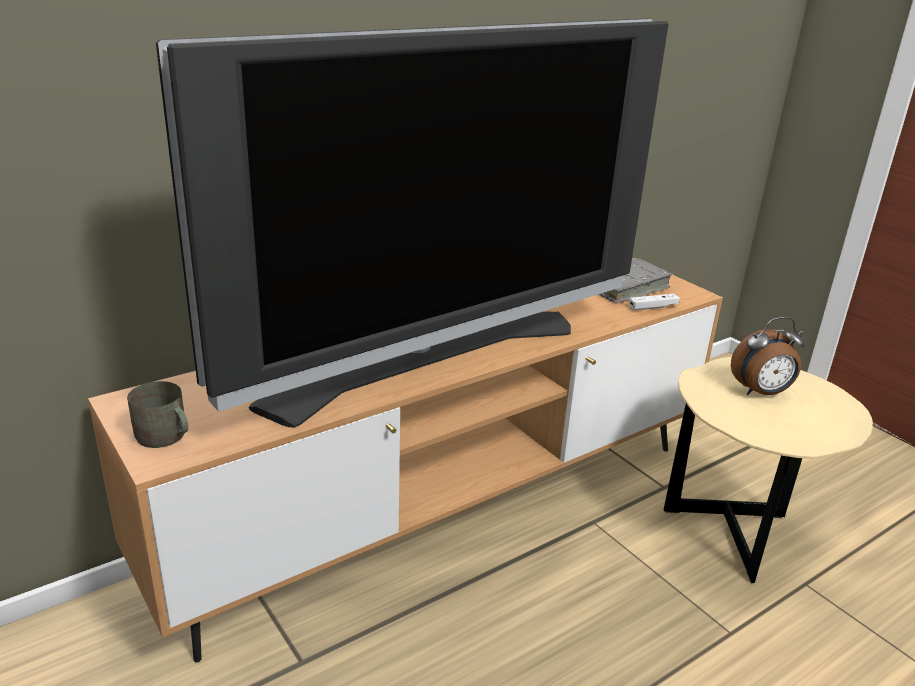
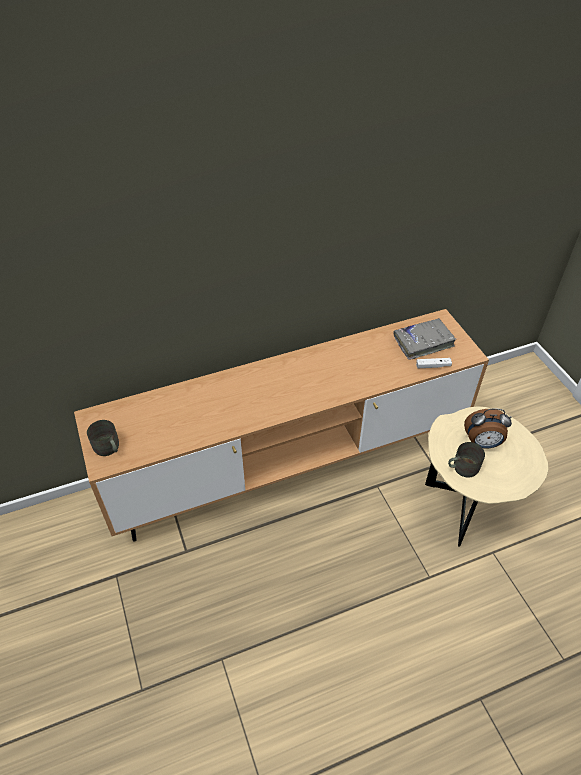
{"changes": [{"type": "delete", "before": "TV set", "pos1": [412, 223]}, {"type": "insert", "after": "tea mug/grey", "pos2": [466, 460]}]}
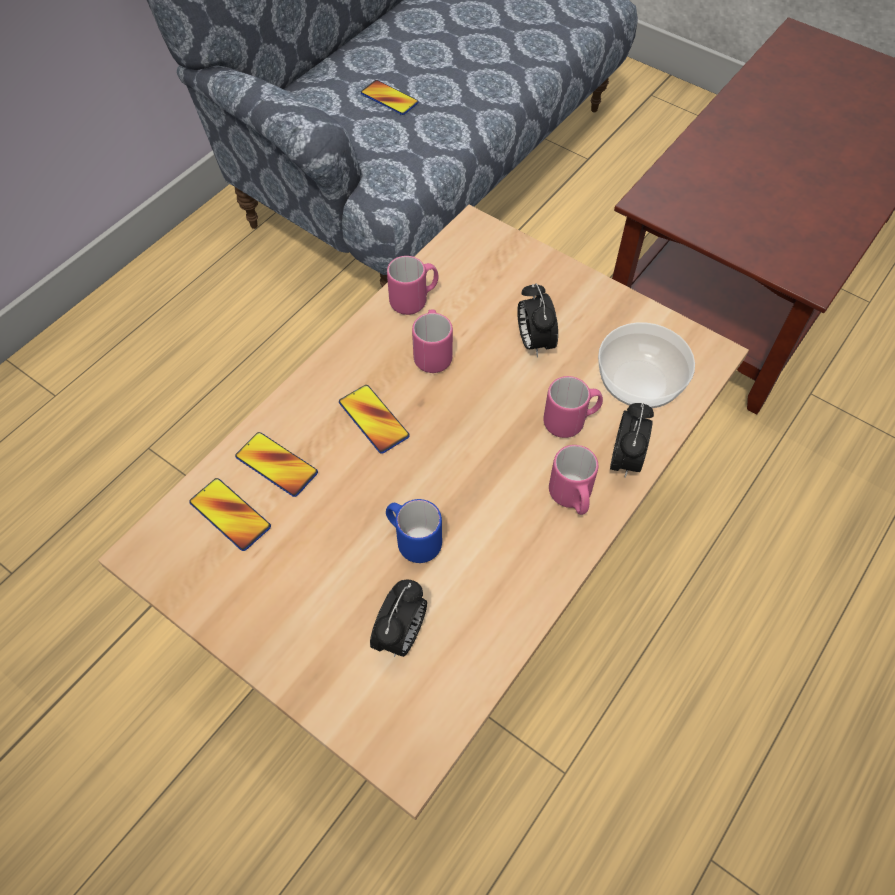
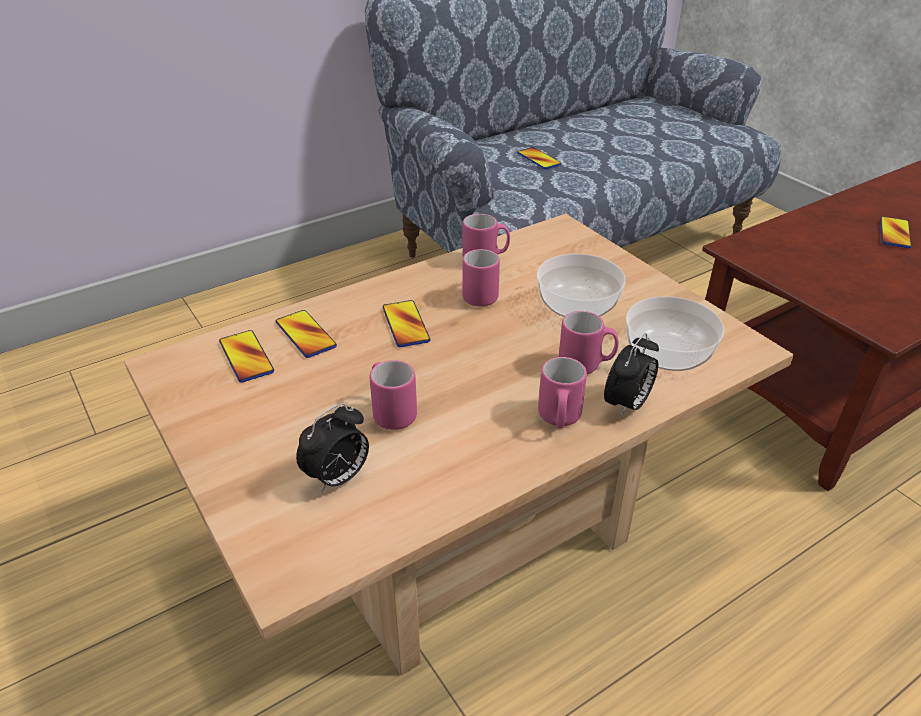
{"changes": [{"type": "recolor", "before": "tea mug/blue", "after": "tea mug/pink", "pos1": [414, 531], "pos2": [393, 395]}, {"type": "replace", "before": "alarm clock", "after": "serving bowl", "pos1": [537, 320], "pos2": [581, 285]}, {"type": "insert", "after": "handset", "pos2": [896, 232]}]}
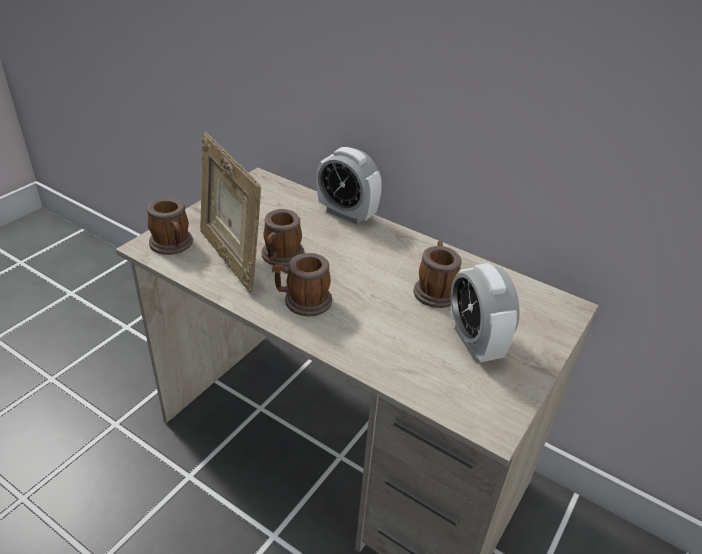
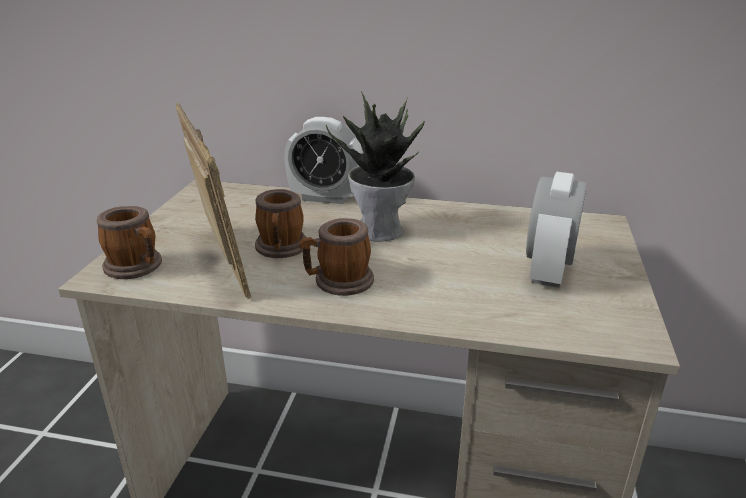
{"changes": [{"type": "rotate", "before": "photo frame", "pos1": [230, 212], "pos2": [213, 201], "turn": -150}, {"type": "delete", "before": "tea mug", "pos1": [437, 274]}, {"type": "rotate", "before": "alarm clock", "pos1": [484, 312], "pos2": [556, 230], "turn": -120}, {"type": "insert", "after": "potted plant", "pos2": [375, 166]}]}
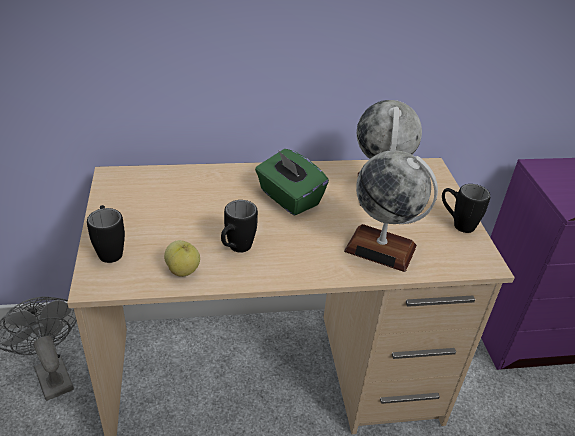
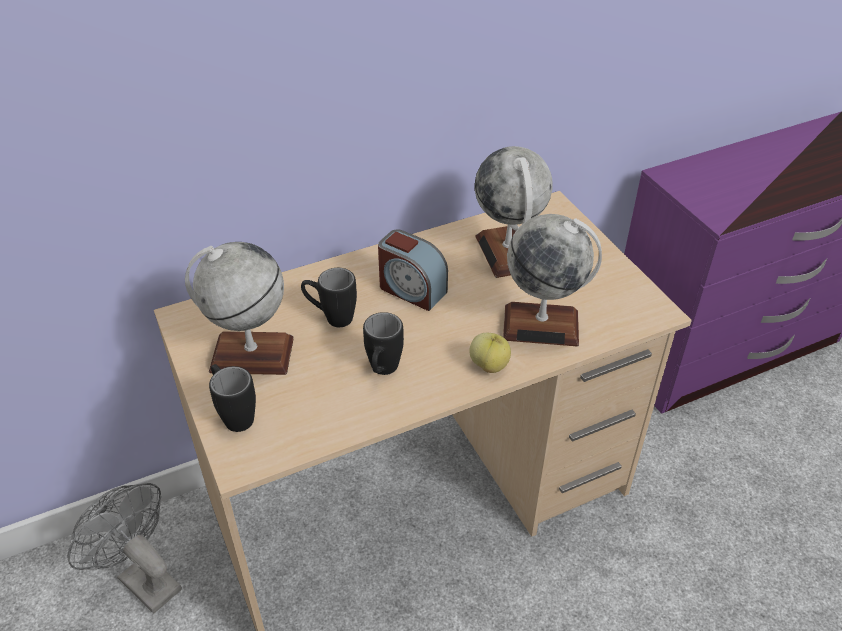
{"changes": [{"type": "move", "before": "apple", "pos1": [182, 258], "pos2": [490, 353]}, {"type": "replace", "before": "tissue box/greenish", "after": "alarm clock", "pos1": [292, 182], "pos2": [413, 270]}, {"type": "move", "before": "tea mug/black", "pos1": [466, 208], "pos2": [329, 297]}, {"type": "insert", "after": "world globe", "pos2": [239, 308]}]}
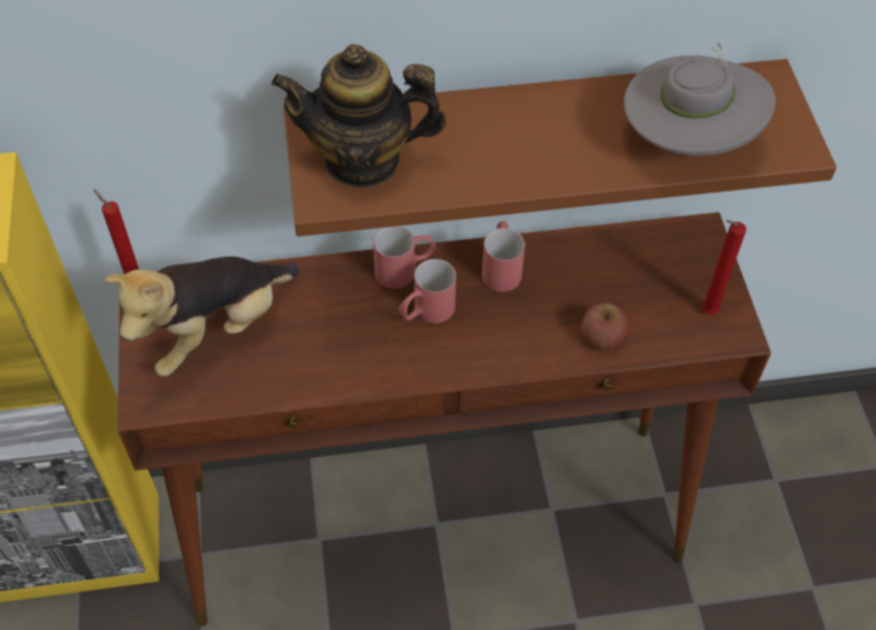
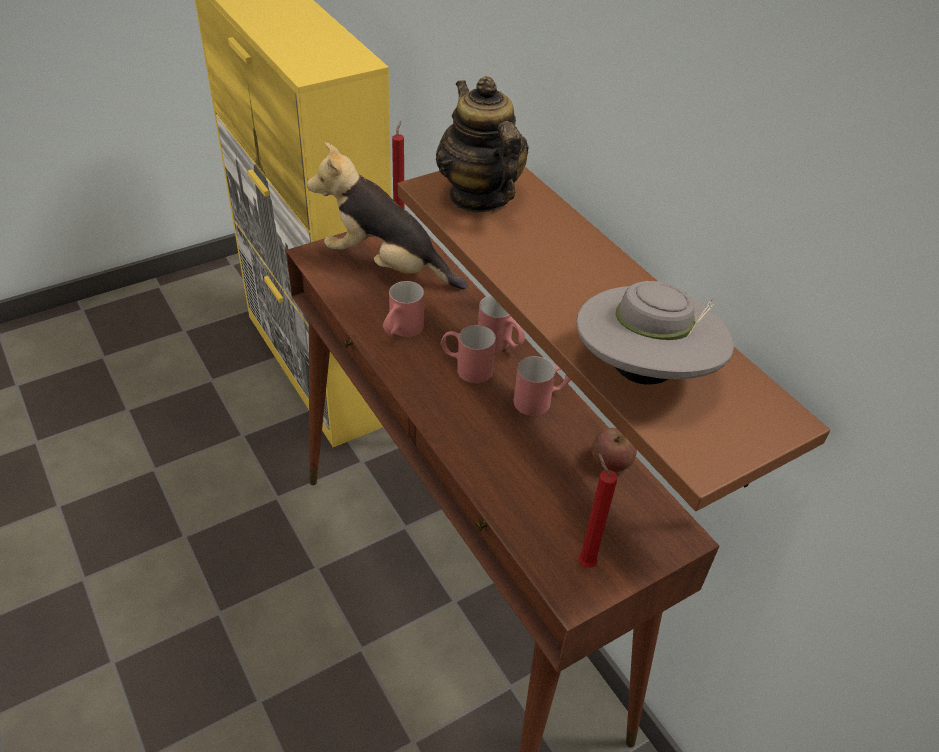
{"changes": [{"type": "move", "before": "apple", "pos1": [605, 326], "pos2": [614, 450]}, {"type": "insert", "after": "tea mug/reddish", "pos2": [403, 309]}]}
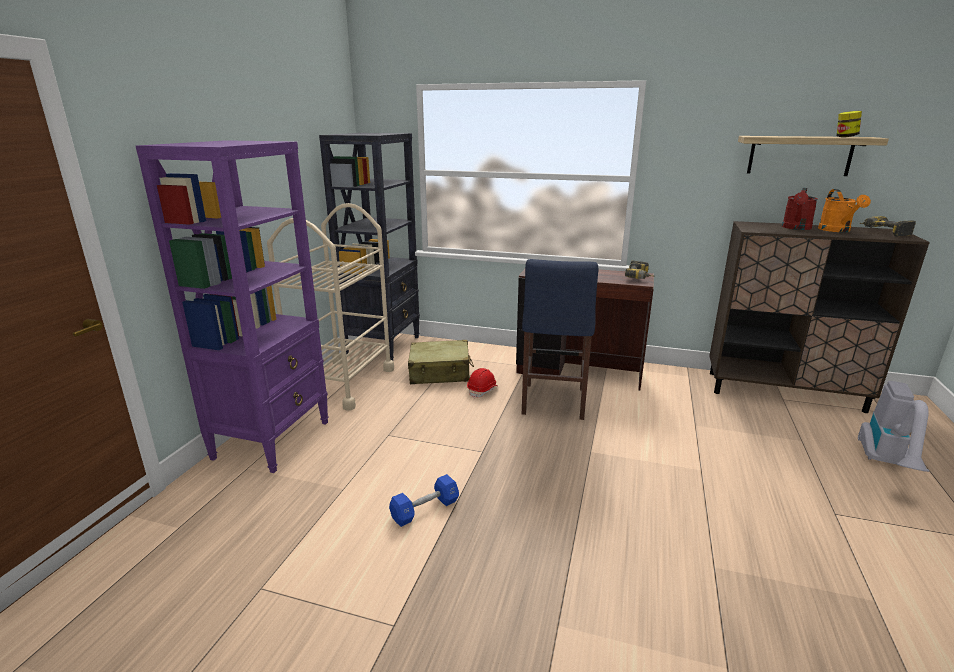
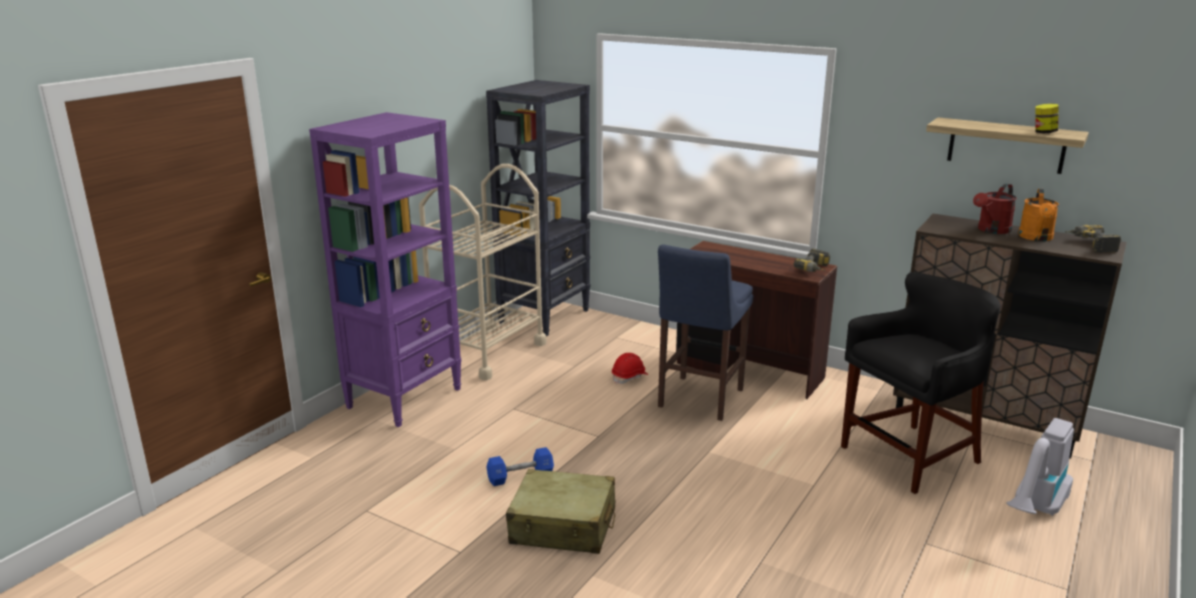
{"changes": [{"type": "move", "before": "travel case/beige-coloured", "pos1": [441, 362], "pos2": [560, 511]}, {"type": "insert", "after": "stool seat/black", "pos2": [921, 383]}]}
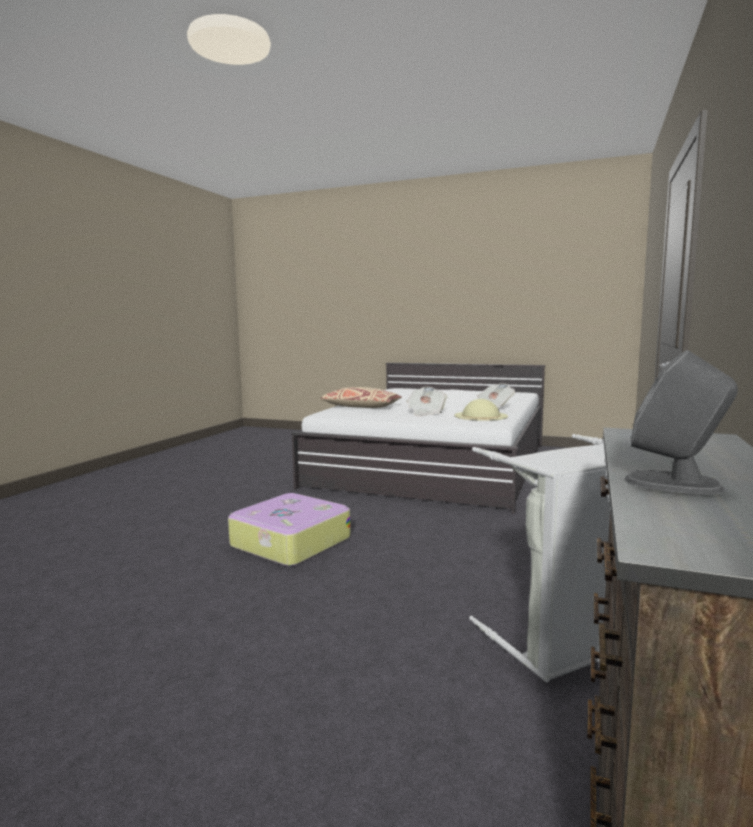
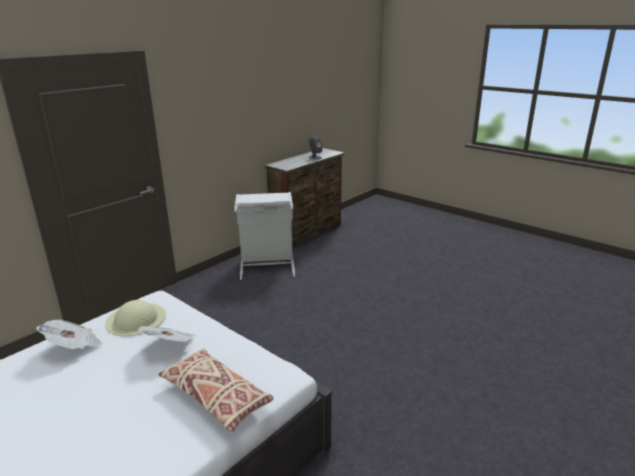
{"changes": [{"type": "delete", "before": "travel case", "pos1": [289, 530]}]}
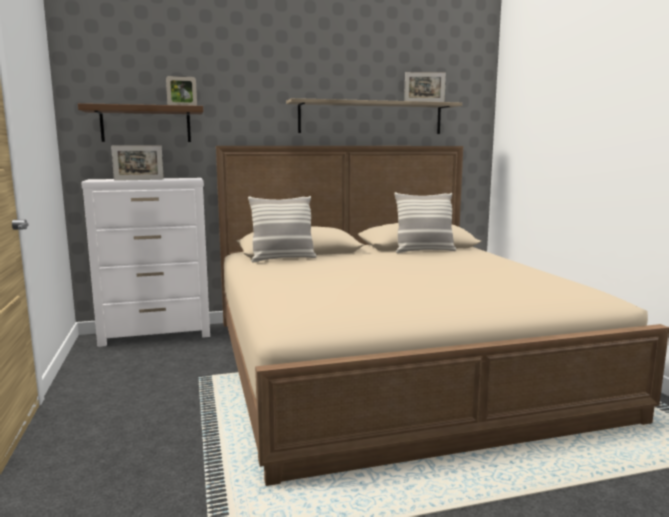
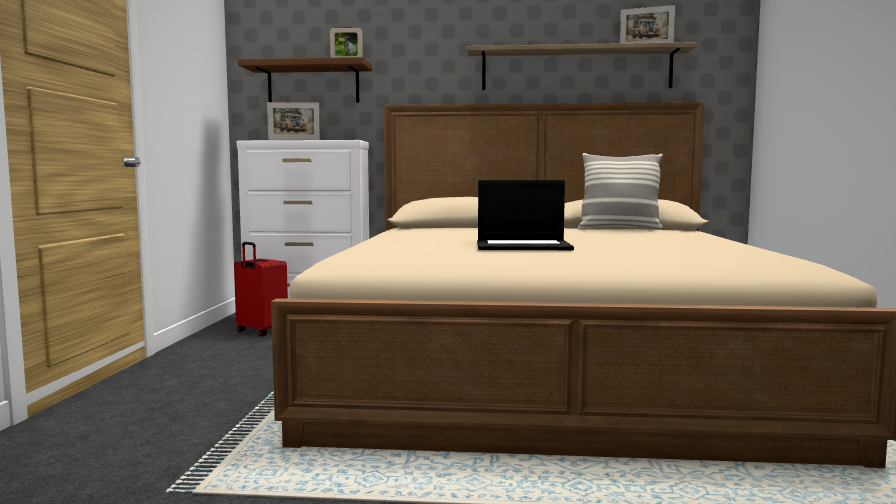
{"changes": [{"type": "delete", "before": "throw pillow", "pos1": [282, 229]}, {"type": "insert", "after": "travel case/reddish", "pos2": [261, 289]}, {"type": "insert", "after": "notebook computer", "pos2": [525, 215]}]}
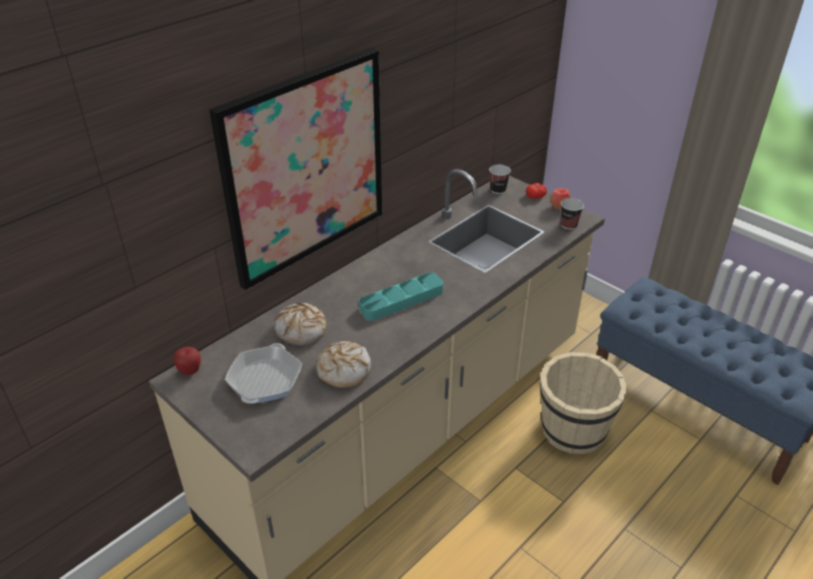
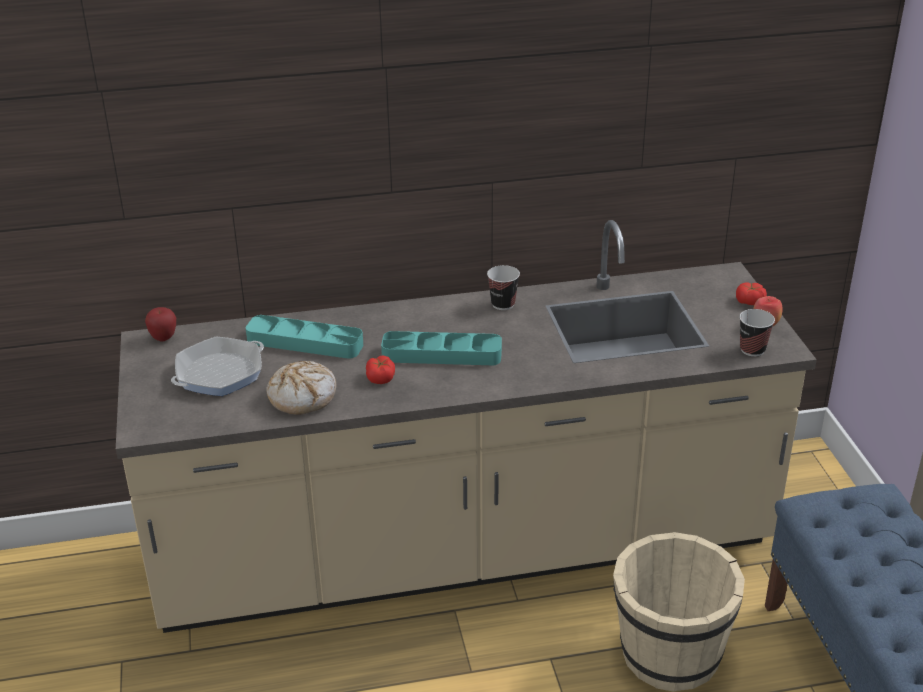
{"changes": [{"type": "delete", "before": "picture", "pos1": [296, 169]}, {"type": "replace", "before": "baked bread", "after": "tray/turquoise-coloured", "pos1": [300, 324], "pos2": [304, 337]}, {"type": "move", "before": "drinking cup", "pos1": [500, 179], "pos2": [503, 287]}, {"type": "insert", "after": "whole tomato", "pos2": [380, 369]}]}
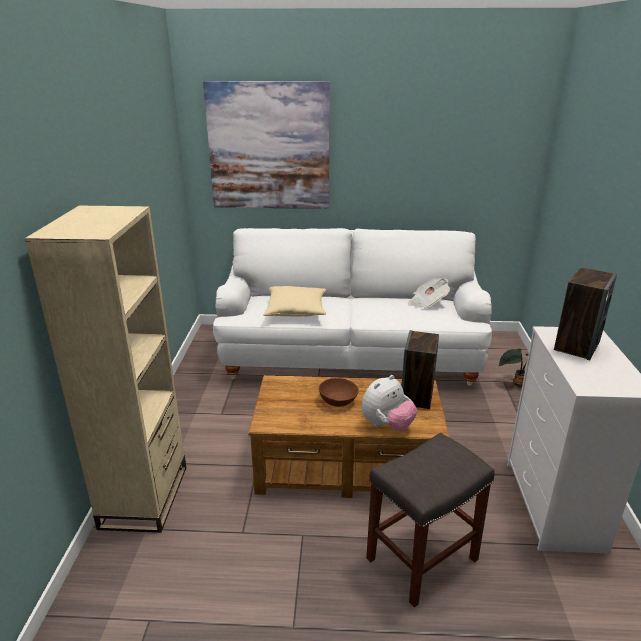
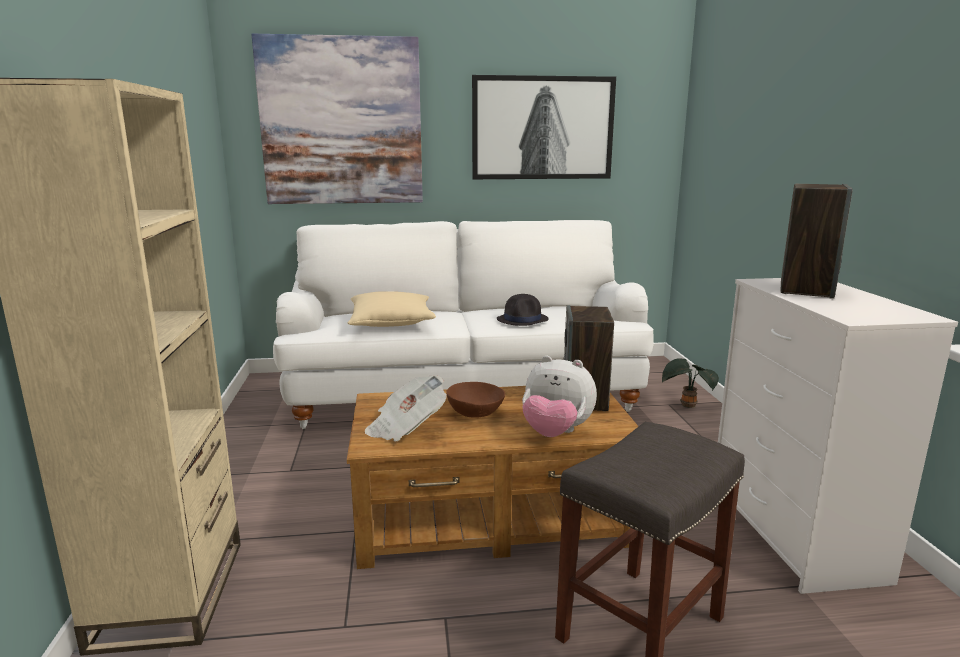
{"changes": [{"type": "rotate", "before": "plush toy", "pos1": [389, 403], "pos2": [559, 396], "turn": 75}, {"type": "move", "before": "printed paper", "pos1": [429, 293], "pos2": [406, 408]}, {"type": "insert", "after": "picture", "pos2": [544, 127]}, {"type": "insert", "after": "clothing hat/black", "pos2": [523, 310]}]}
